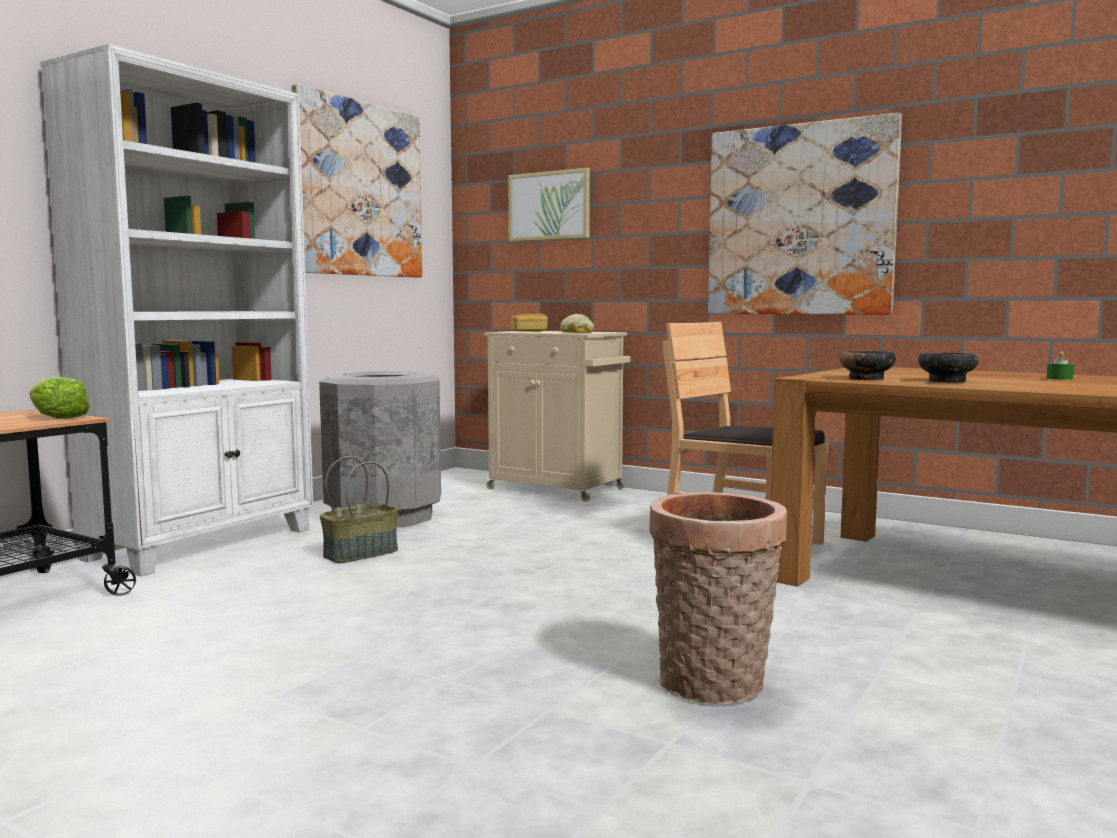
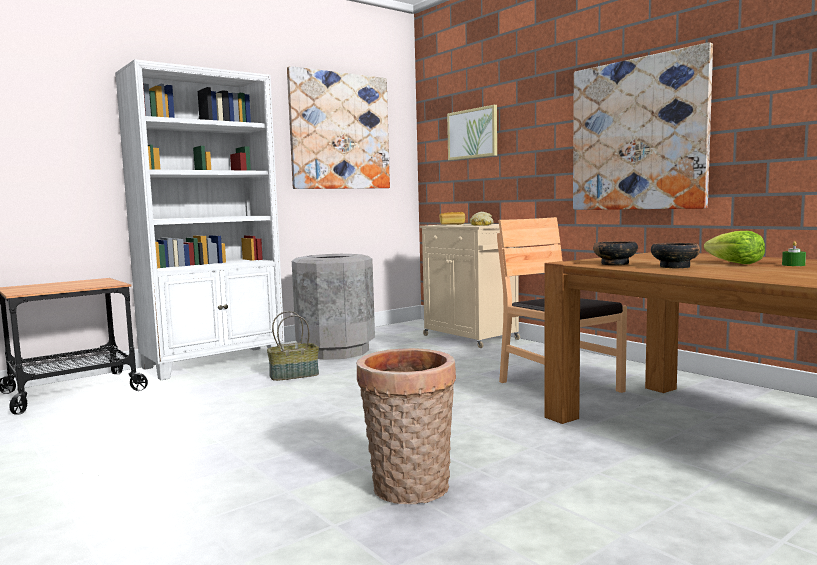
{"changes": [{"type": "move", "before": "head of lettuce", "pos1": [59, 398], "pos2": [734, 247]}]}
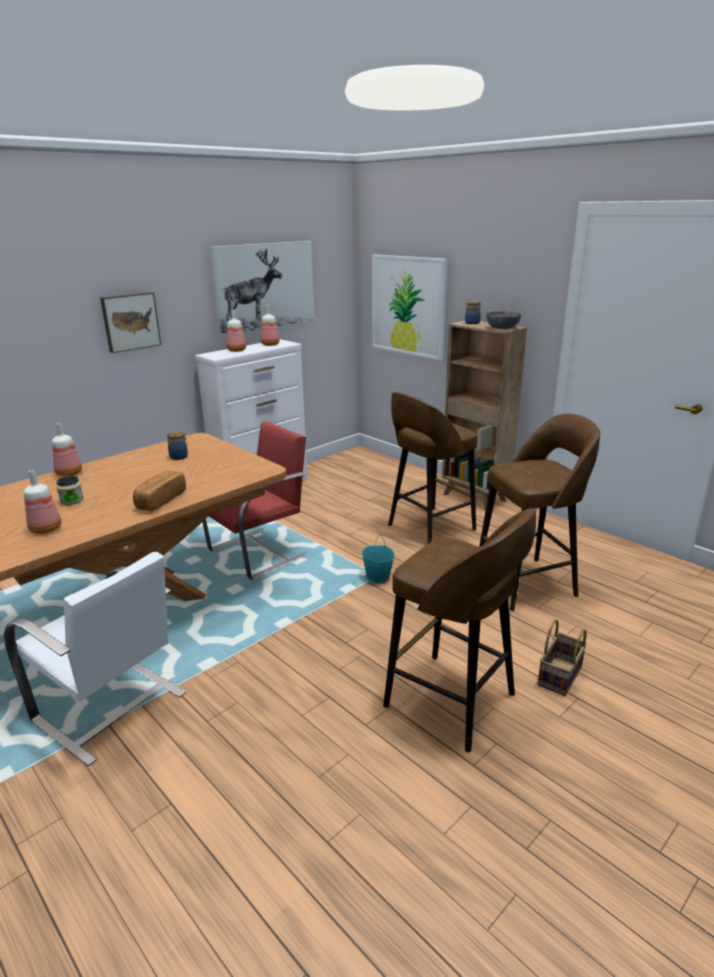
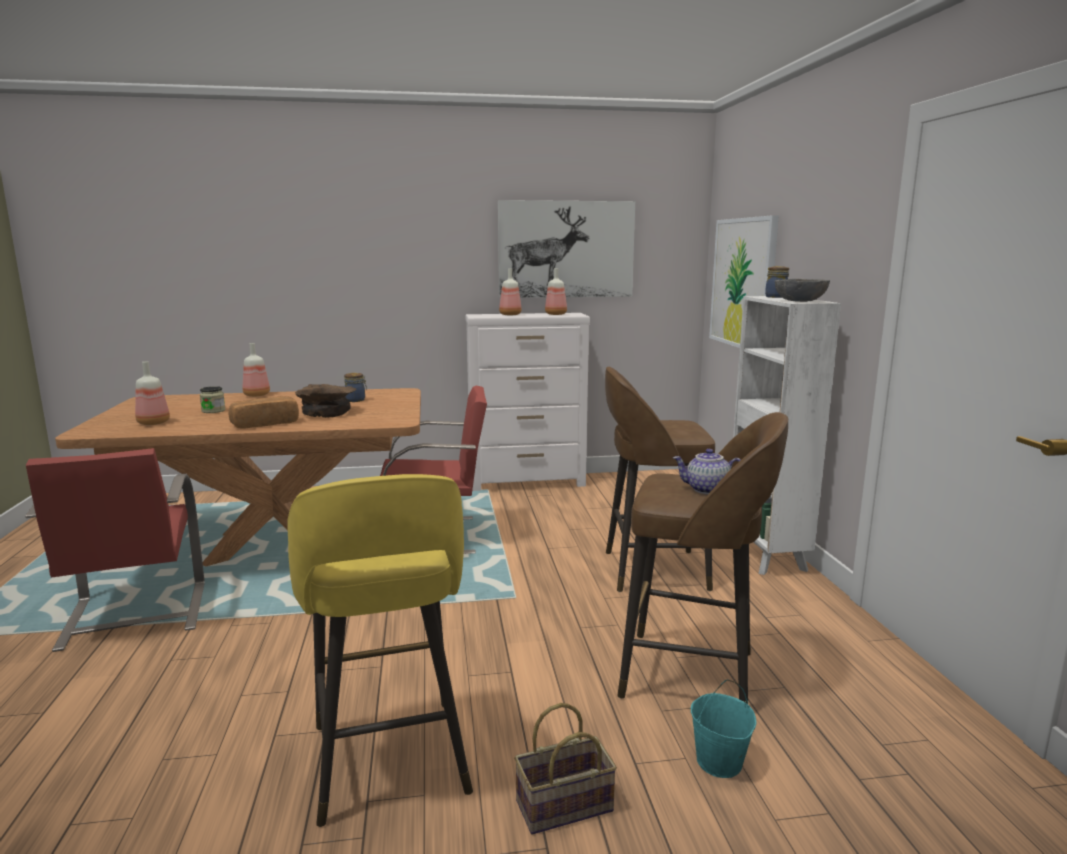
{"changes": [{"type": "recolor", "before": "chair/white", "after": "chair/reddish", "pos1": [95, 659], "pos2": [115, 550]}, {"type": "delete", "before": "picture", "pos1": [130, 322]}, {"type": "move", "before": "water bucket/turquoise-coloured", "pos1": [378, 559], "pos2": [723, 728]}, {"type": "recolor", "before": "stool seat/brown-coloured", "after": "stool seat/yellowish", "pos1": [459, 630], "pos2": [380, 650]}, {"type": "recolor", "before": "shelving unit/brown-coloured", "after": "shelving unit/white", "pos1": [484, 415], "pos2": [787, 435]}, {"type": "insert", "after": "serving bowl/brown-coloured", "pos2": [325, 401]}, {"type": "insert", "after": "teapot", "pos2": [707, 471]}]}
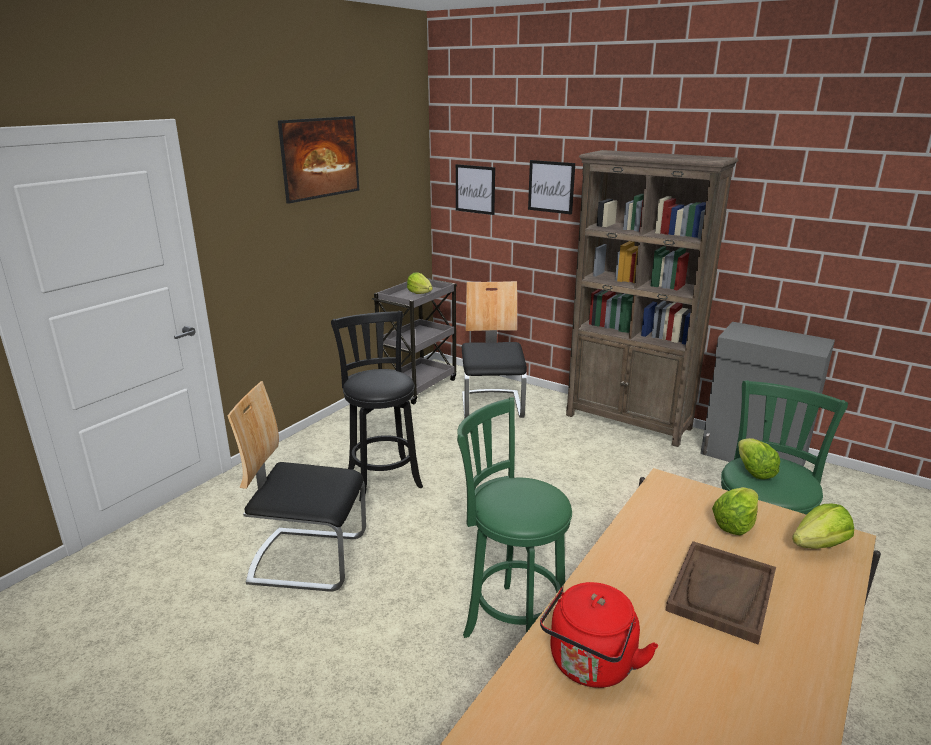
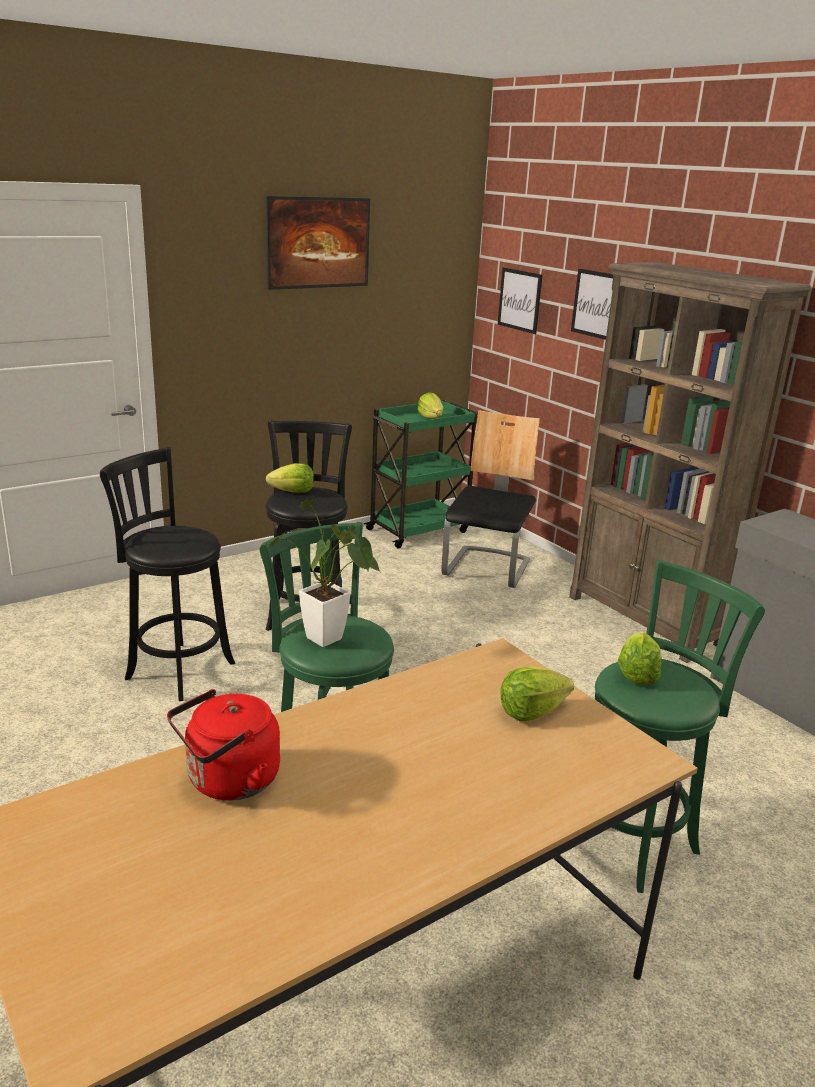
{"changes": [{"type": "replace", "before": "chair", "after": "stool seat/black", "pos1": [297, 486], "pos2": [167, 574]}, {"type": "recolor", "before": "trolley/grey", "after": "trolley/greenish", "pos1": [414, 341], "pos2": [421, 474]}, {"type": "delete", "before": "tray/brown-coloured", "pos1": [720, 593]}, {"type": "move", "before": "head of lettuce", "pos1": [823, 526], "pos2": [290, 478]}, {"type": "insert", "after": "potted plant", "pos2": [325, 573]}]}
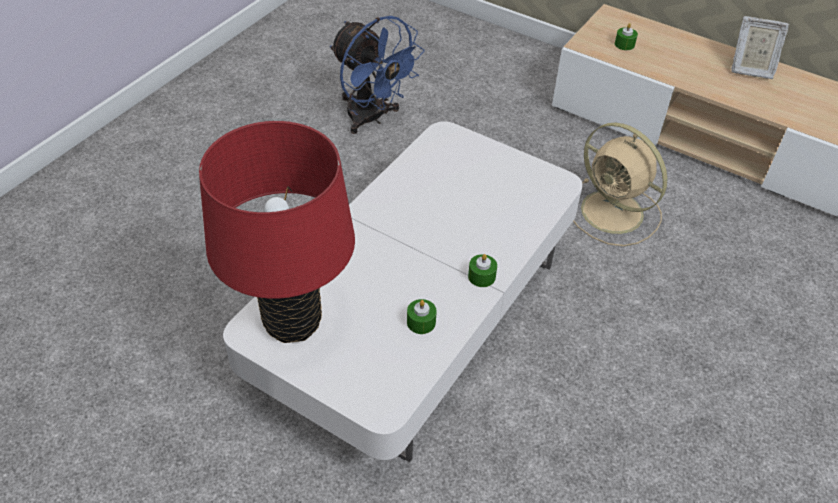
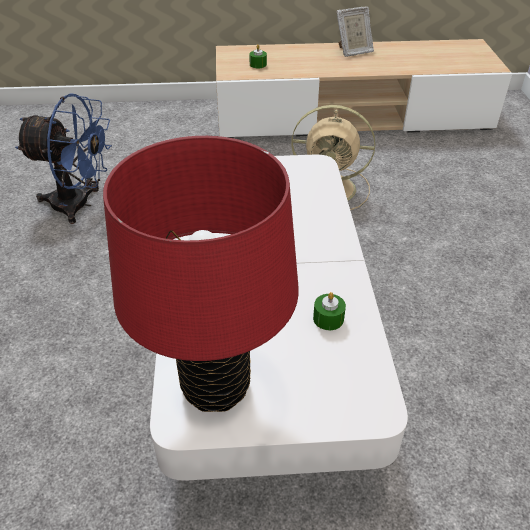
{"changes": [{"type": "delete", "before": "candle/greenish", "pos1": [482, 270]}]}
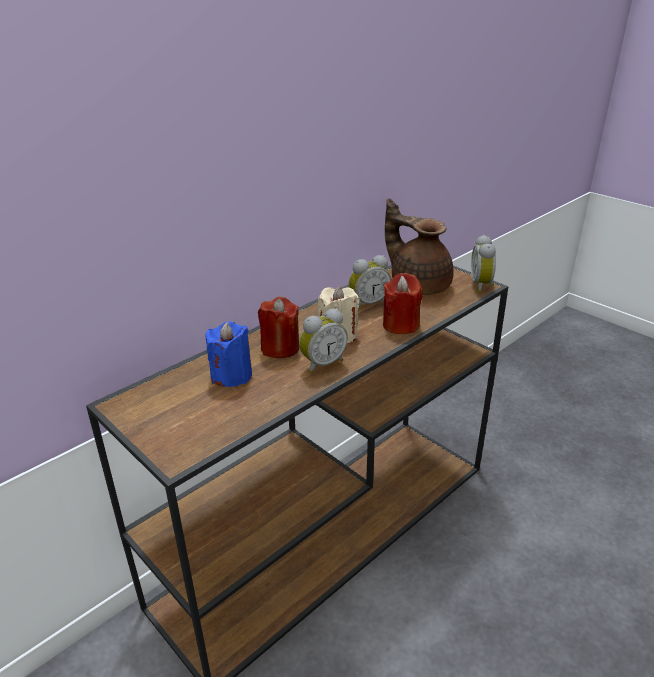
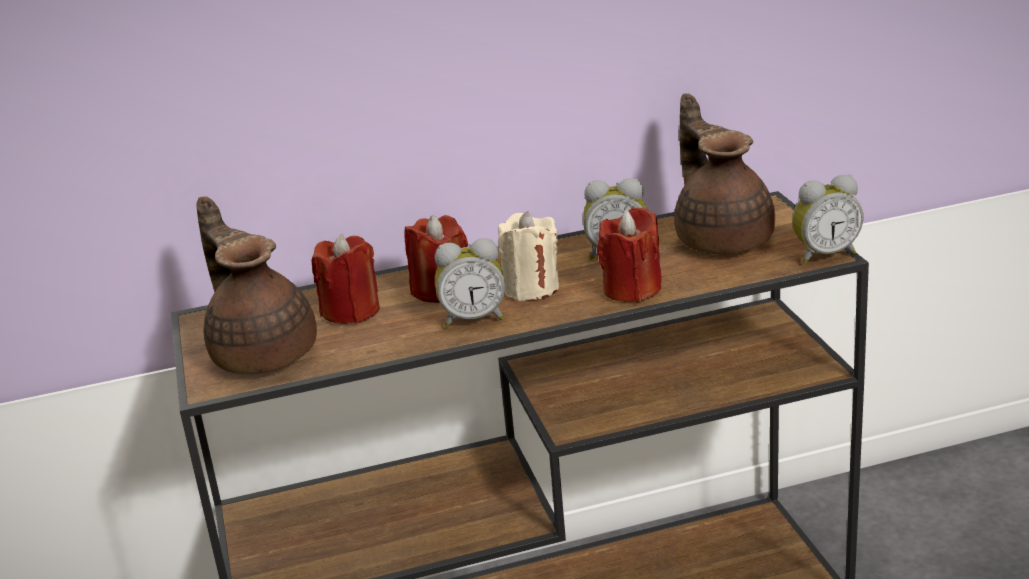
{"changes": [{"type": "recolor", "before": "candle/blue", "after": "candle/reddish", "pos1": [229, 354], "pos2": [345, 278]}, {"type": "rotate", "before": "alarm clock", "pos1": [483, 264], "pos2": [827, 219], "turn": -135}, {"type": "insert", "after": "teapot/brown-coloured", "pos2": [257, 285]}]}
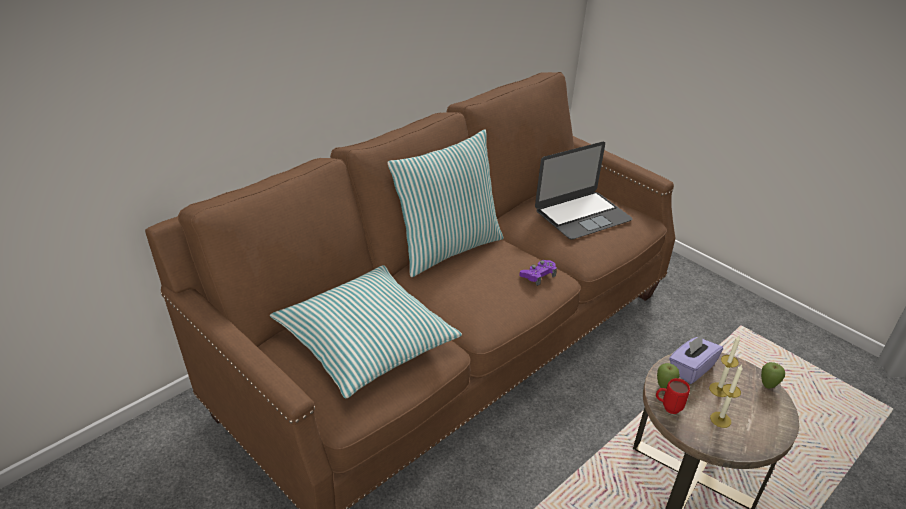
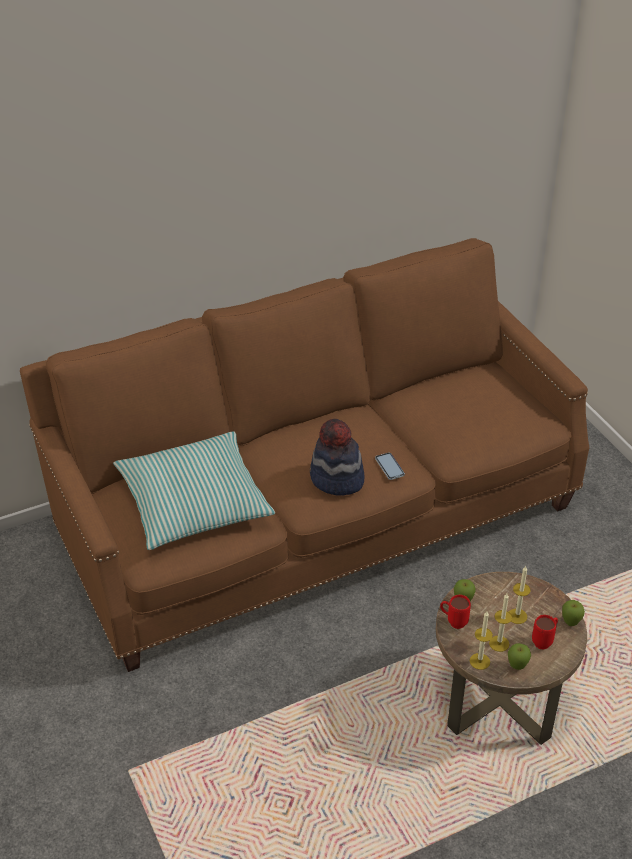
{"changes": [{"type": "delete", "before": "throw pillow", "pos1": [445, 203]}, {"type": "replace", "before": "gamepad/purplish", "after": "handset", "pos1": [538, 273], "pos2": [390, 466]}, {"type": "delete", "before": "notebook computer", "pos1": [584, 191]}, {"type": "delete", "before": "tissue box/purplish", "pos1": [696, 359]}, {"type": "insert", "after": "clothing hat", "pos2": [337, 457]}, {"type": "insert", "after": "candle", "pos2": [481, 640]}, {"type": "insert", "after": "apple", "pos2": [519, 656]}, {"type": "insert", "after": "tea mug/reddish", "pos2": [545, 632]}]}
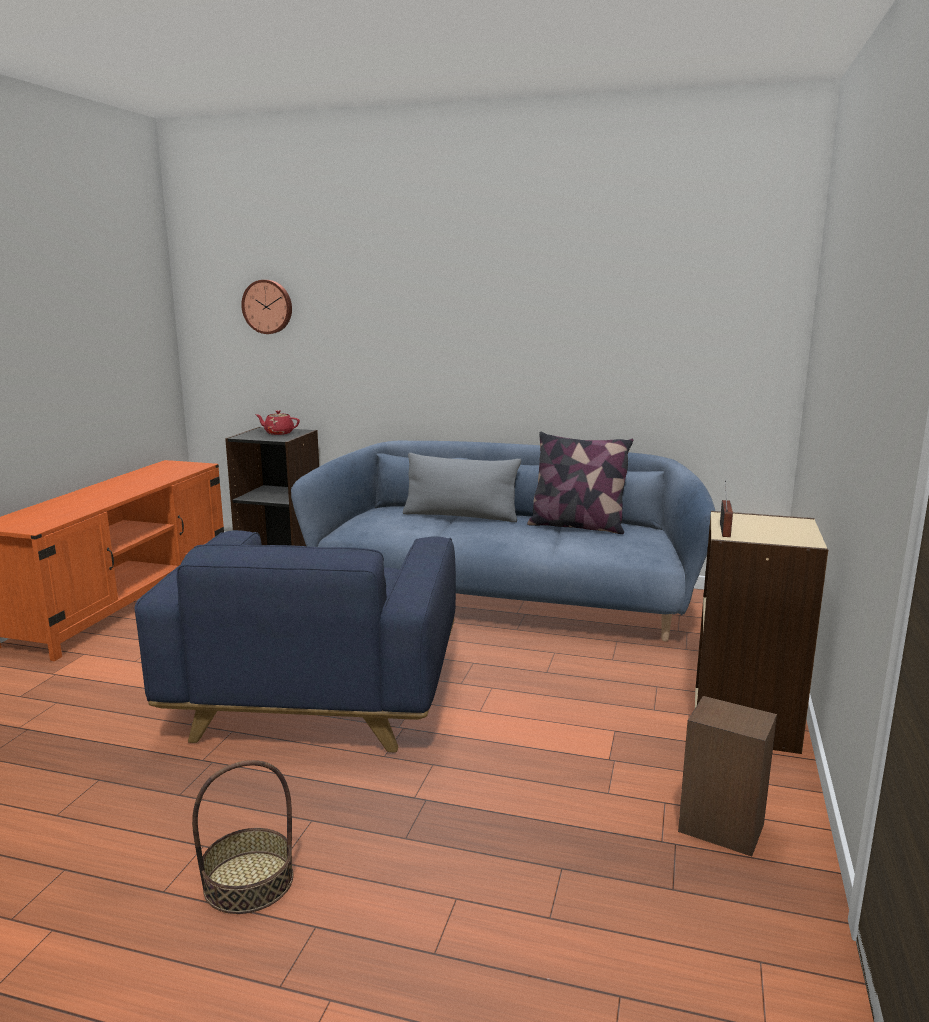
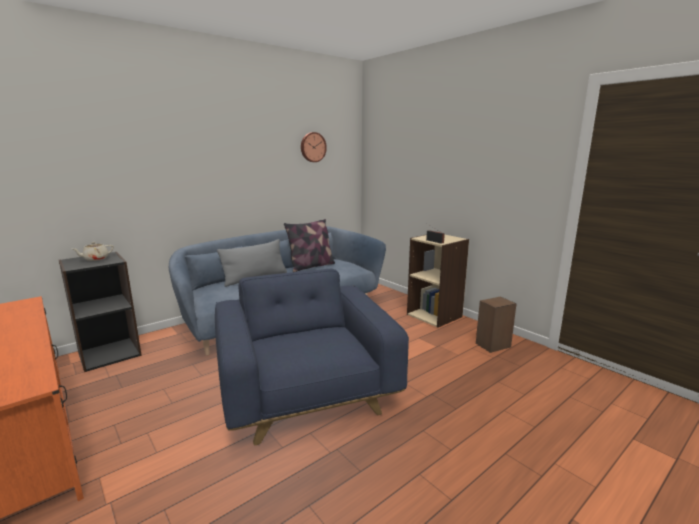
{"changes": [{"type": "rotate", "before": "lounge chair/blue", "pos1": [295, 641], "pos2": [312, 357], "turn": -150}, {"type": "delete", "before": "storage basket", "pos1": [242, 837]}, {"type": "move", "before": "wall clock", "pos1": [266, 307], "pos2": [314, 147]}, {"type": "recolor", "before": "teapot/reddish", "after": "teapot/beige-coloured", "pos1": [277, 422], "pos2": [93, 251]}]}
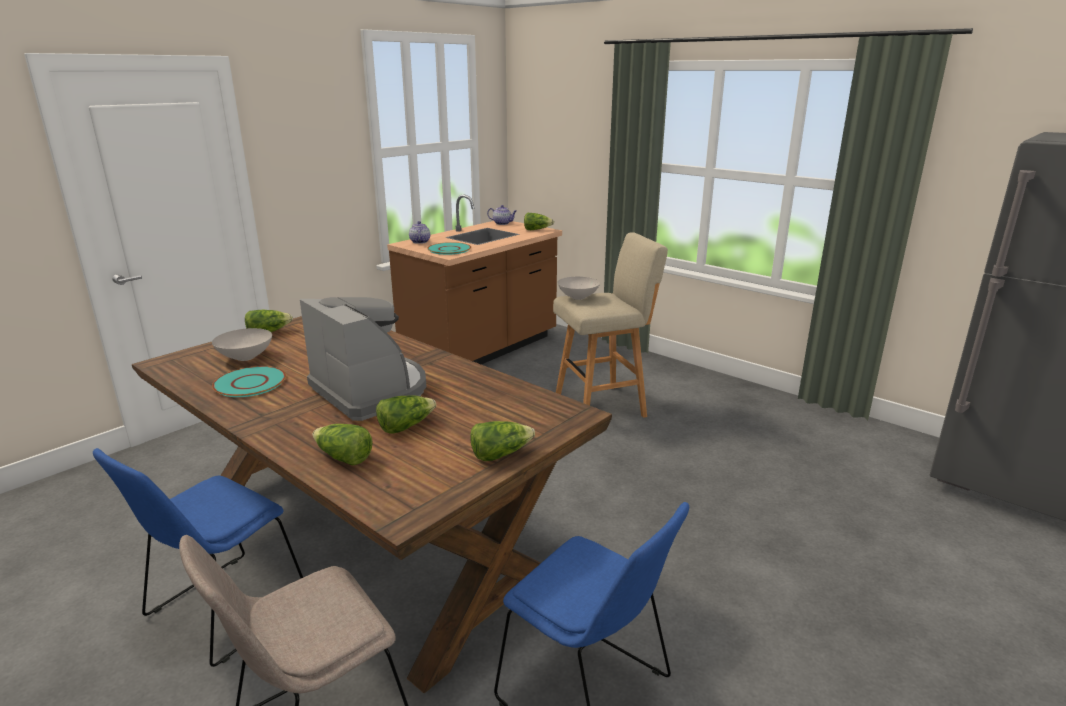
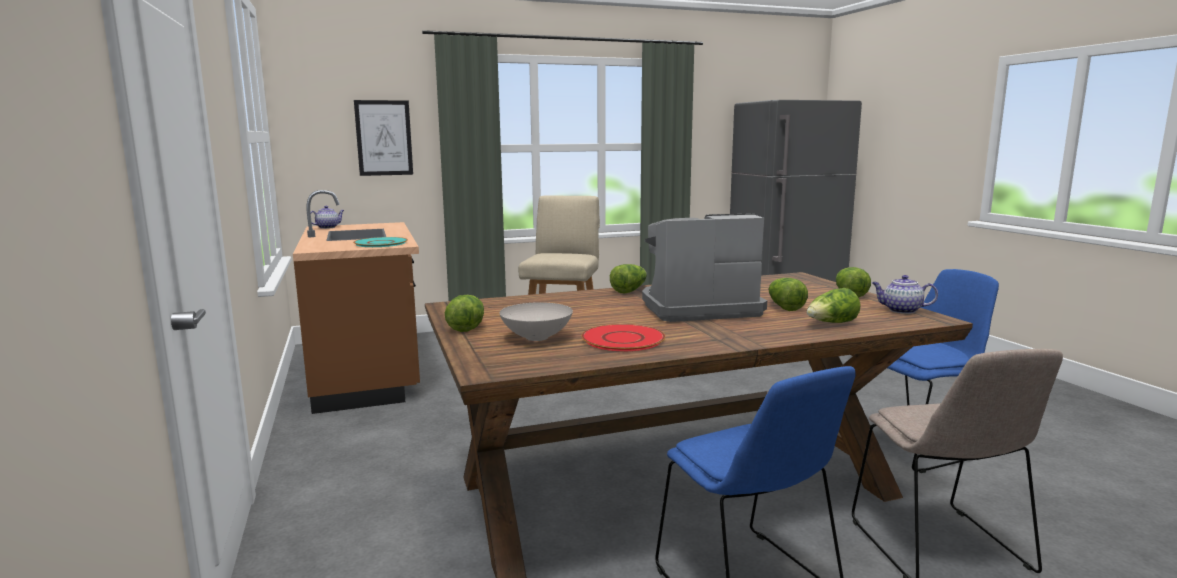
{"changes": [{"type": "recolor", "before": "flat dish/turquoise-coloured", "after": "flat dish/reddish", "pos1": [249, 381], "pos2": [623, 337]}, {"type": "move", "before": "teapot", "pos1": [419, 232], "pos2": [905, 294]}, {"type": "move", "before": "head of lettuce", "pos1": [539, 221], "pos2": [628, 278]}, {"type": "delete", "before": "serving bowl/white", "pos1": [578, 288]}, {"type": "insert", "after": "picture", "pos2": [383, 138]}]}
